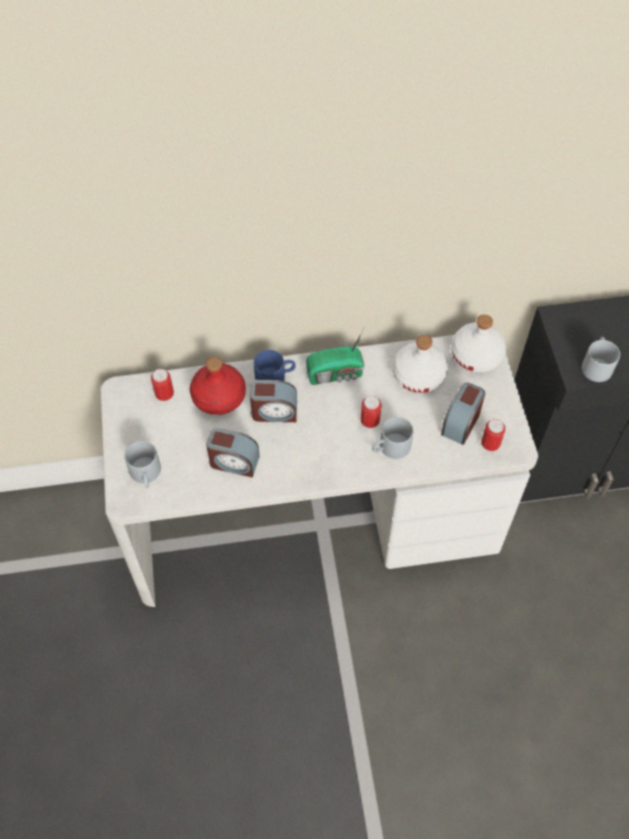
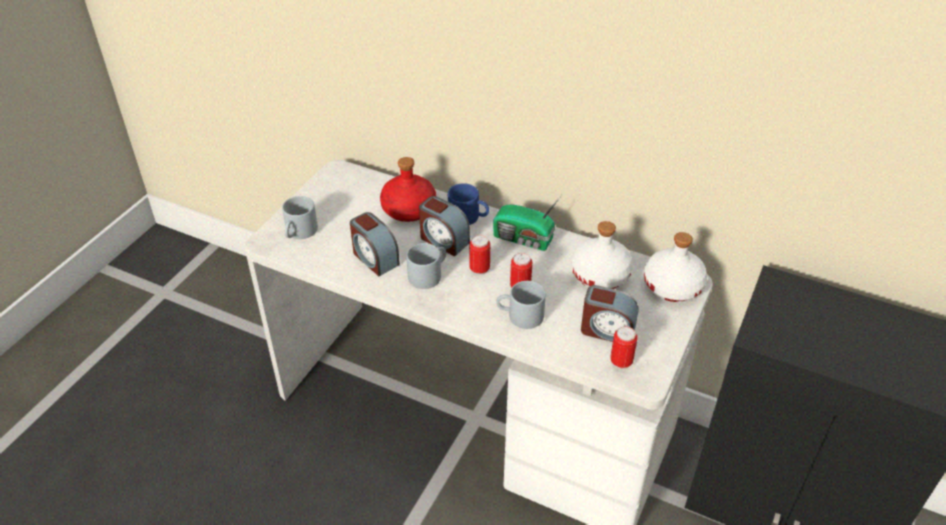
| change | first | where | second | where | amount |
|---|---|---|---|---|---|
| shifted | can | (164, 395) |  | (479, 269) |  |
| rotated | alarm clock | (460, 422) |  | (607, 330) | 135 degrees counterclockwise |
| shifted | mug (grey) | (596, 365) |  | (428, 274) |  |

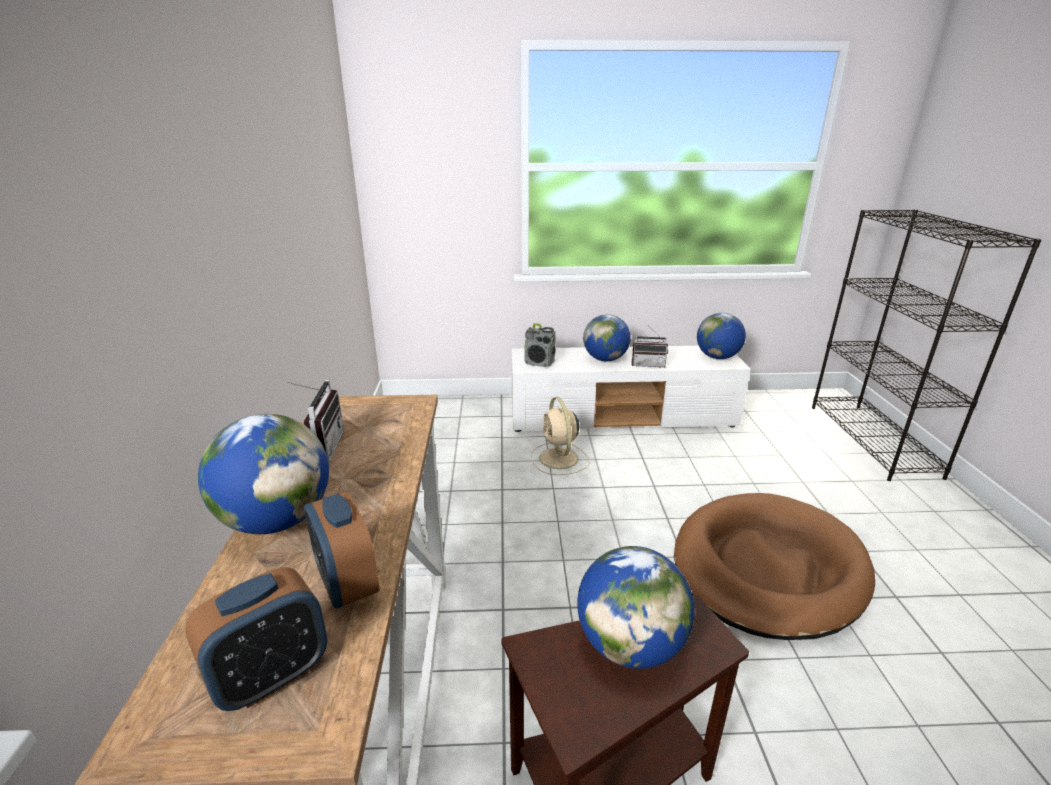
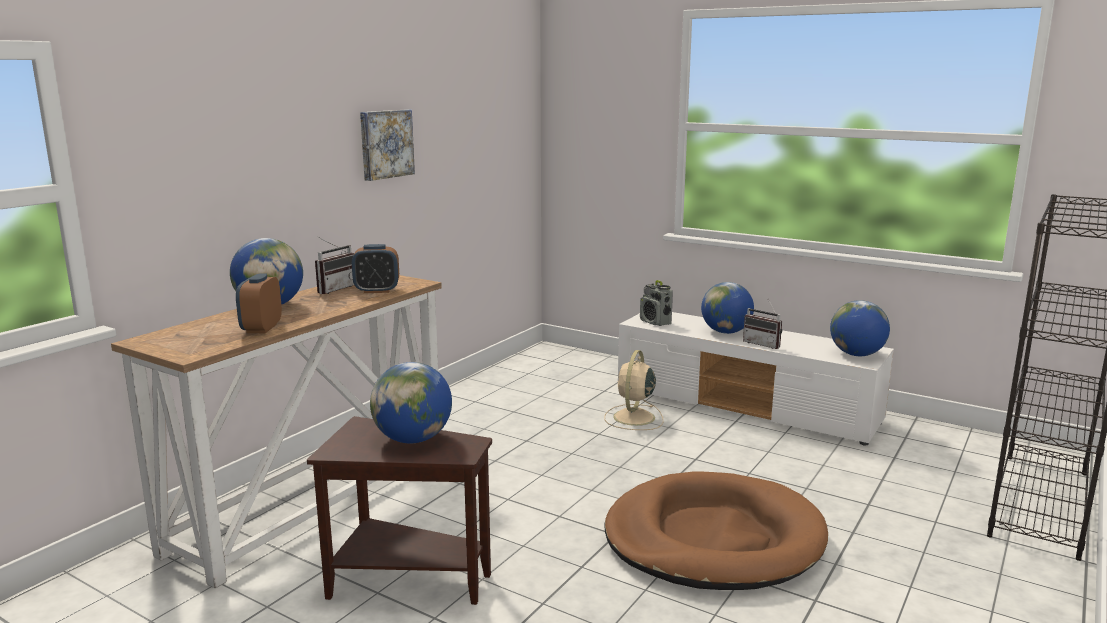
| change | first | where | second | where | amount |
|---|---|---|---|---|---|
| shifted | alarm clock | (271, 676) |  | (377, 290) |  |
| new |  |  | picture | (385, 144) |  |

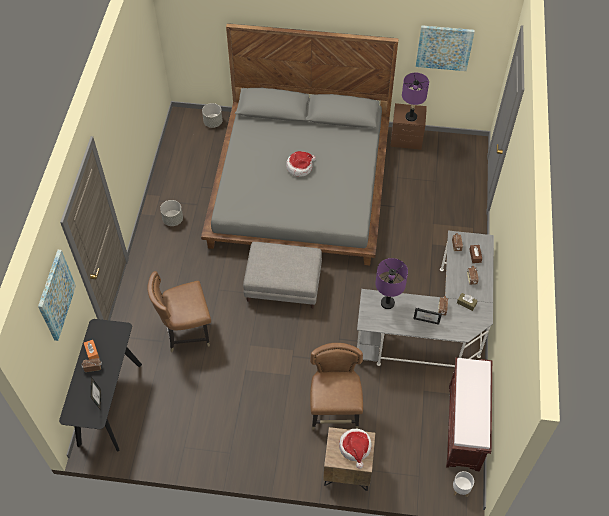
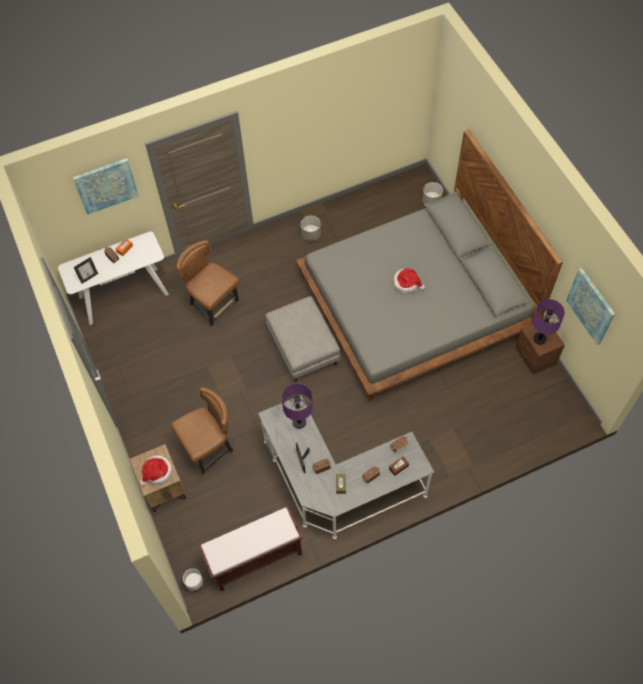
| change | first | where | second | where | amount |
|---|---|---|---|---|---|
| repainted | console table (black) | (110, 403) | console table (white) | (123, 295) |  |

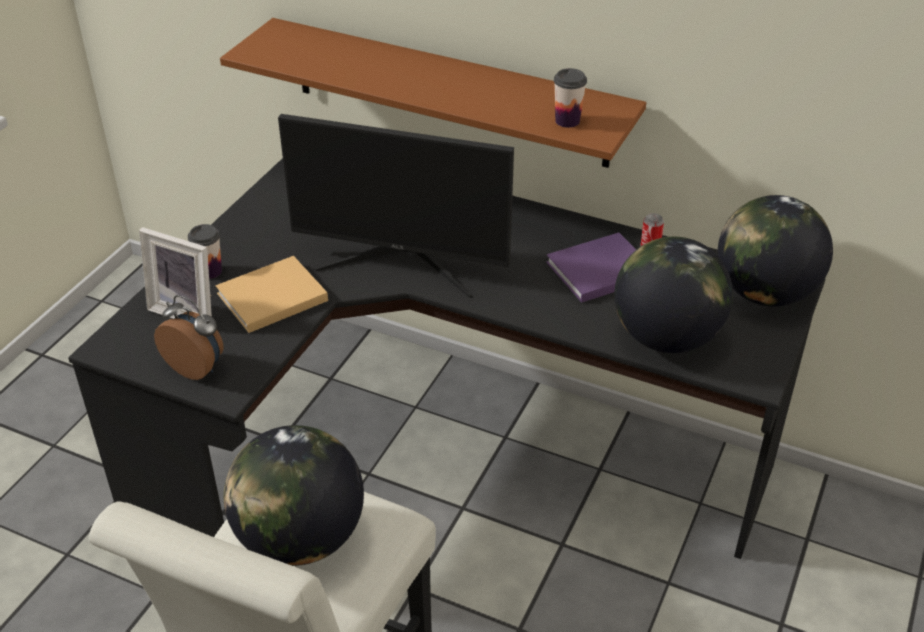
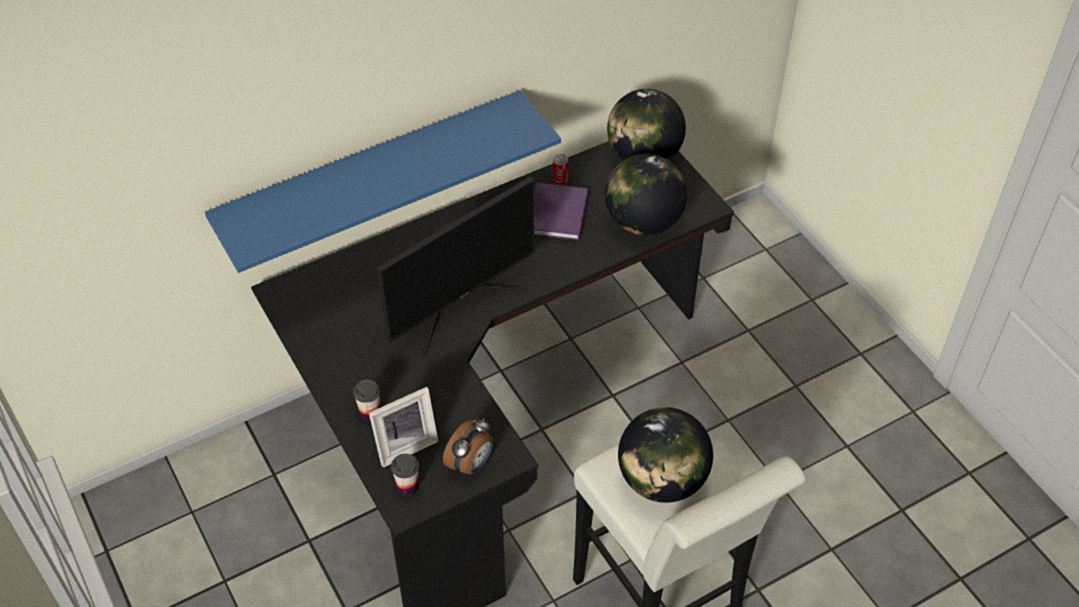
| change | first | where | second | where | amount |
|---|---|---|---|---|---|
| rotated | alarm clock | (197, 367) |  | (471, 464) | 150 degrees clockwise |
| gone | book (beige) | (269, 298) |  |  |  |
| repainted | shelf (brown) | (449, 92) | shelf (blue) | (372, 172) |  |
| shifted | cup | (567, 121) |  | (407, 487) |  |

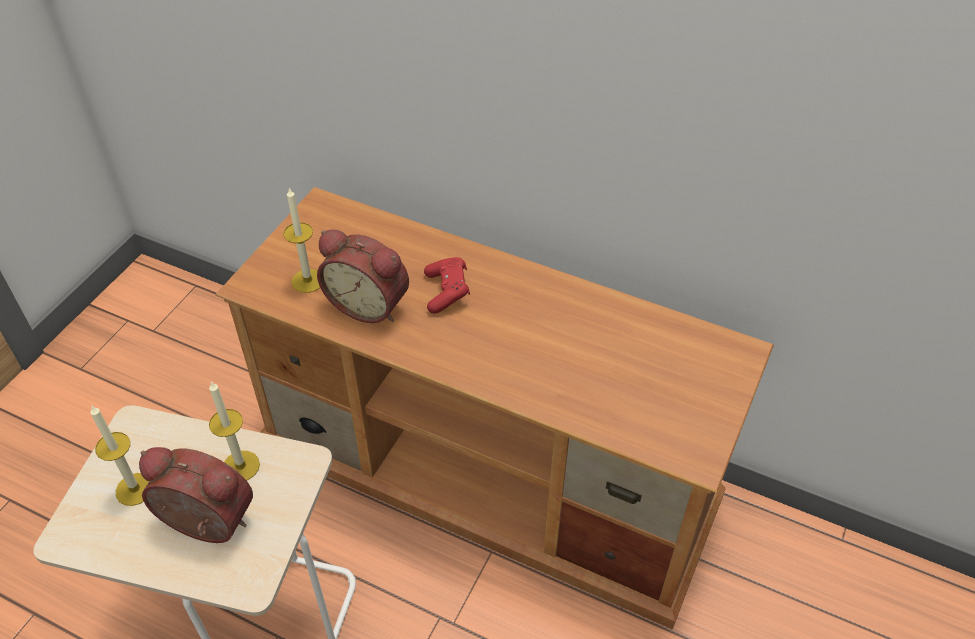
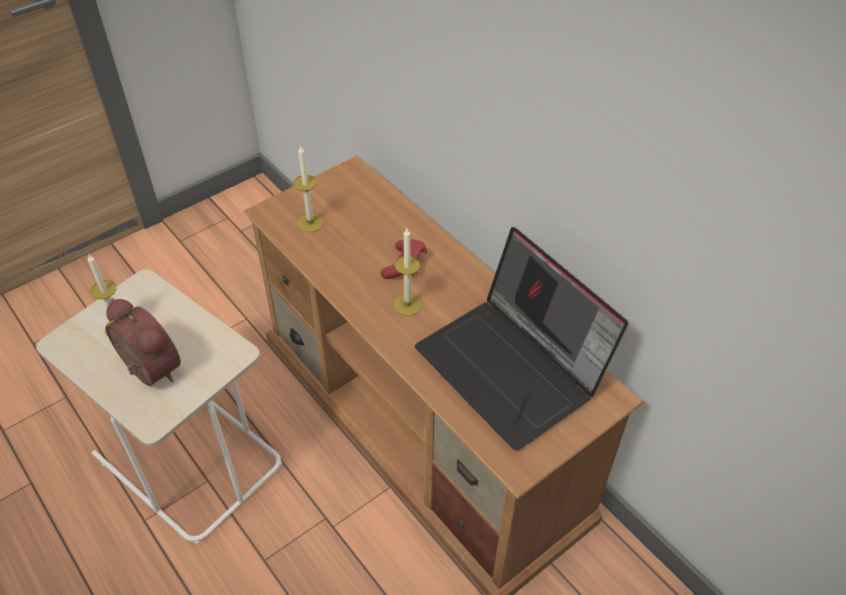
| change | first | where | second | where | amount |
|---|---|---|---|---|---|
| shifted | candle | (241, 466) |  | (407, 304) |  |
| gone | alarm clock | (369, 303) |  |  |  |
| new |  |  | laptop | (513, 368) |  |

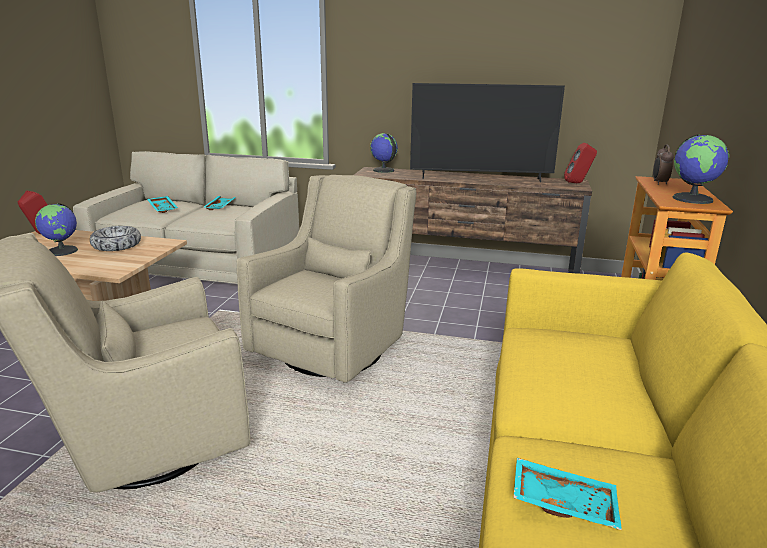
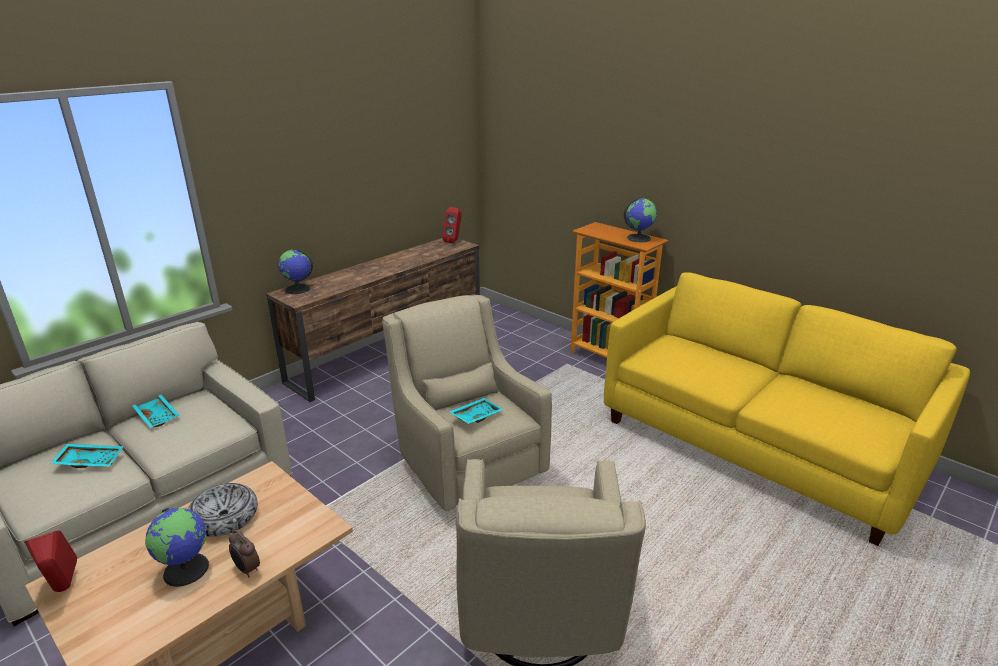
| change | first | where | second | where | amount |
|---|---|---|---|---|---|
| gone | television | (480, 178) |  |  |  |
| shifted | tray (turquoise) | (564, 502) |  | (475, 416) |  |
| shifted | alarm clock | (659, 183) |  | (247, 569) |  |

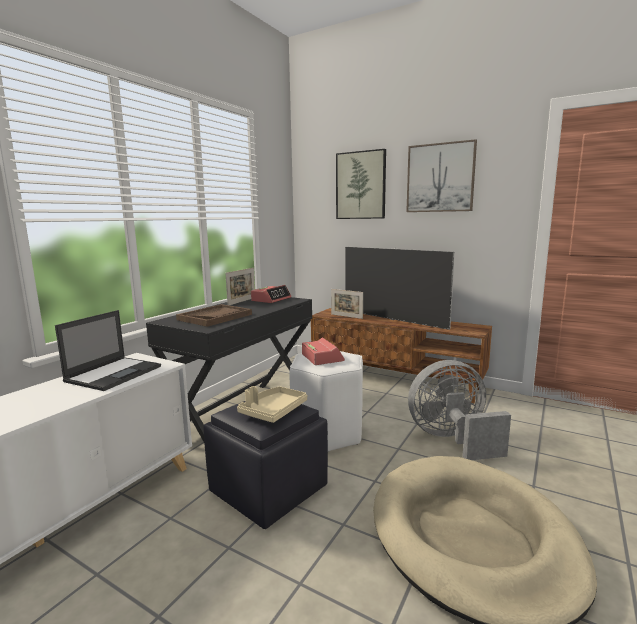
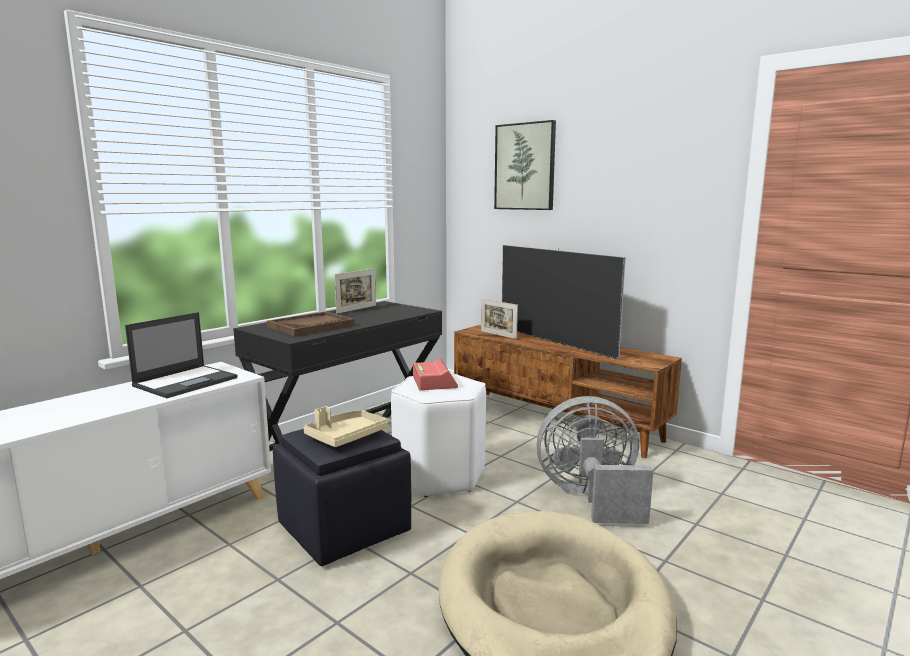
| change | first | where | second | where | amount |
|---|---|---|---|---|---|
| gone | alarm clock | (271, 299) |  |  |  |
| gone | picture | (440, 178) |  |  |  |

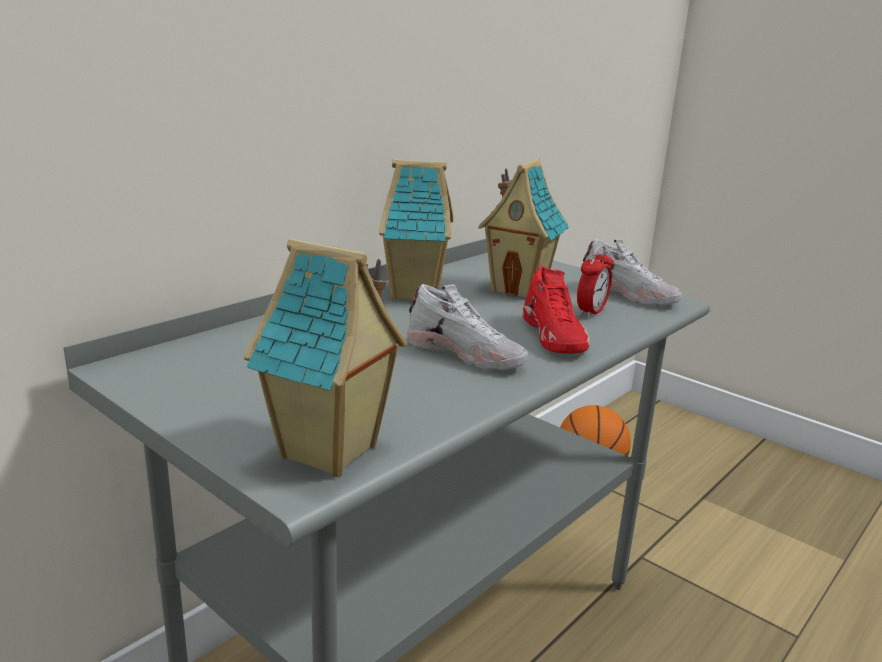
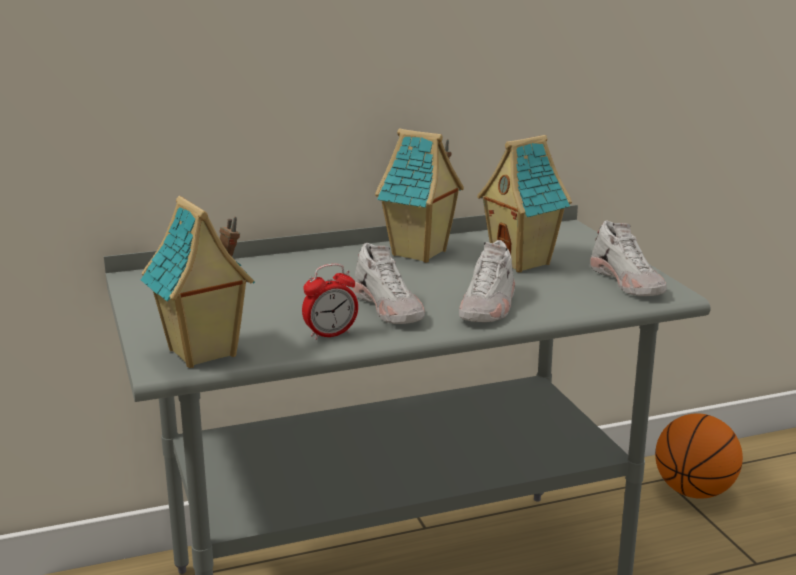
| change | first | where | second | where | amount |
|---|---|---|---|---|---|
| repainted | shoe (red) | (554, 336) | shoe (white) | (489, 307) |  |
| shifted | alarm clock | (591, 312) |  | (330, 334) |  |

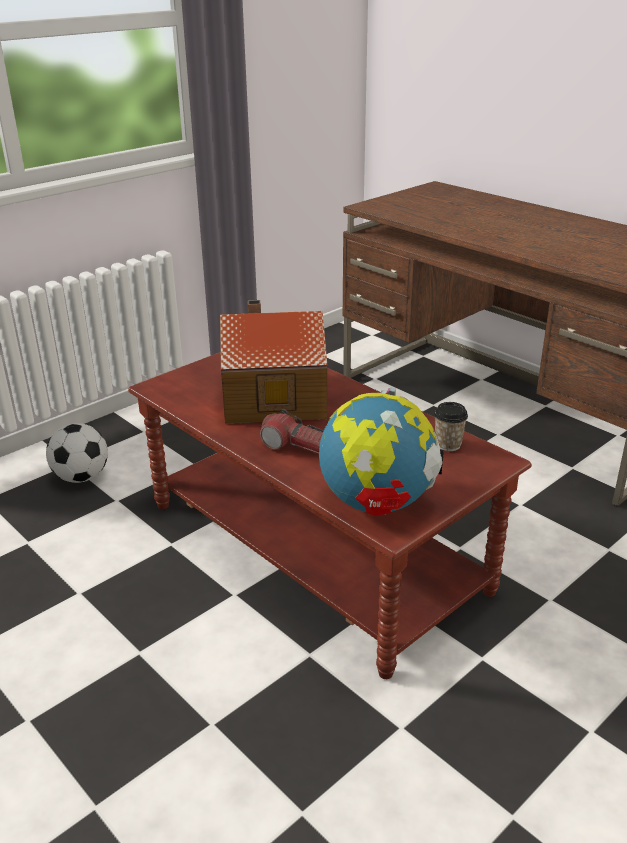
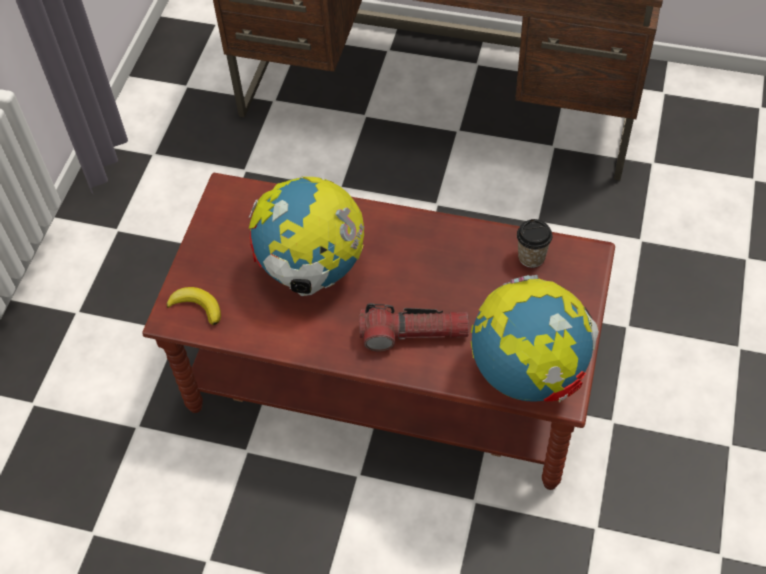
| change | first | where | second | where | amount |
|---|---|---|---|---|---|
| gone | football | (81, 477) |  |  |  |
| swapped | toy house | (272, 396) | globe | (312, 269) |  |
| new |  |  | banana | (197, 307) |  |

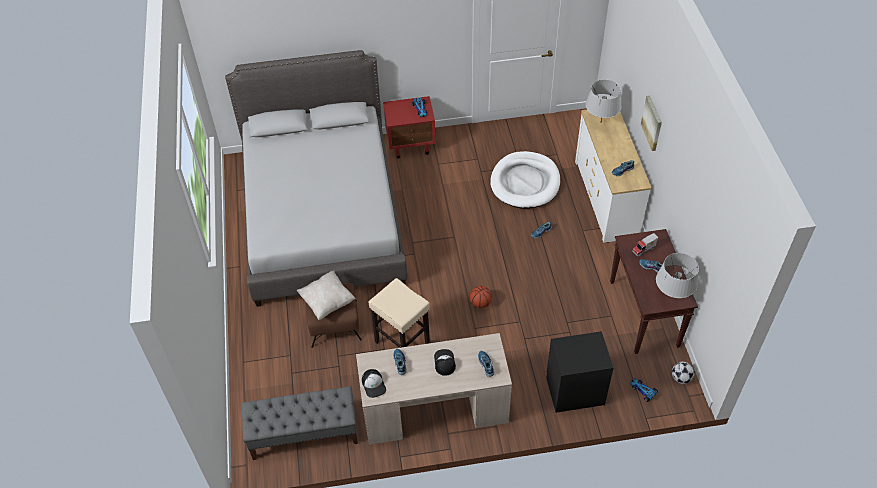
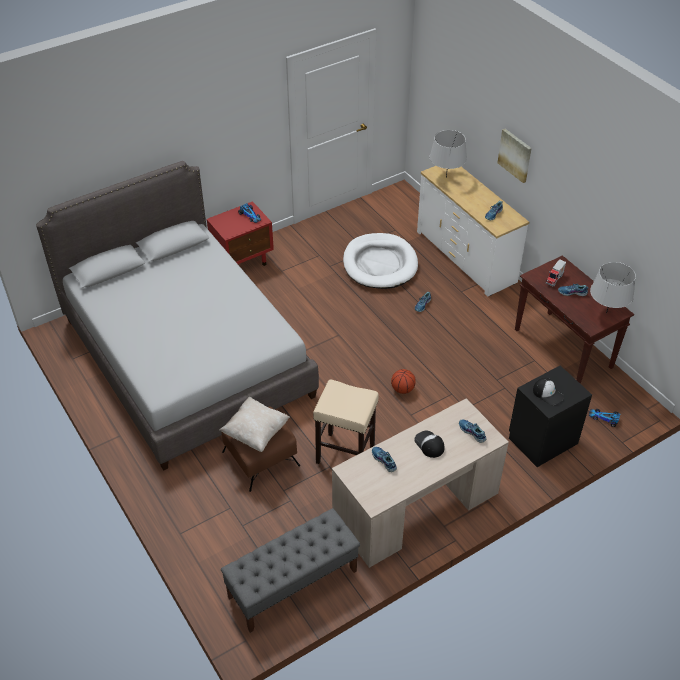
| change | first | where | second | where | amount |
|---|---|---|---|---|---|
| shifted | cap | (374, 384) |  | (548, 393) |  |
| gone | football | (681, 378) |  |  |  |

